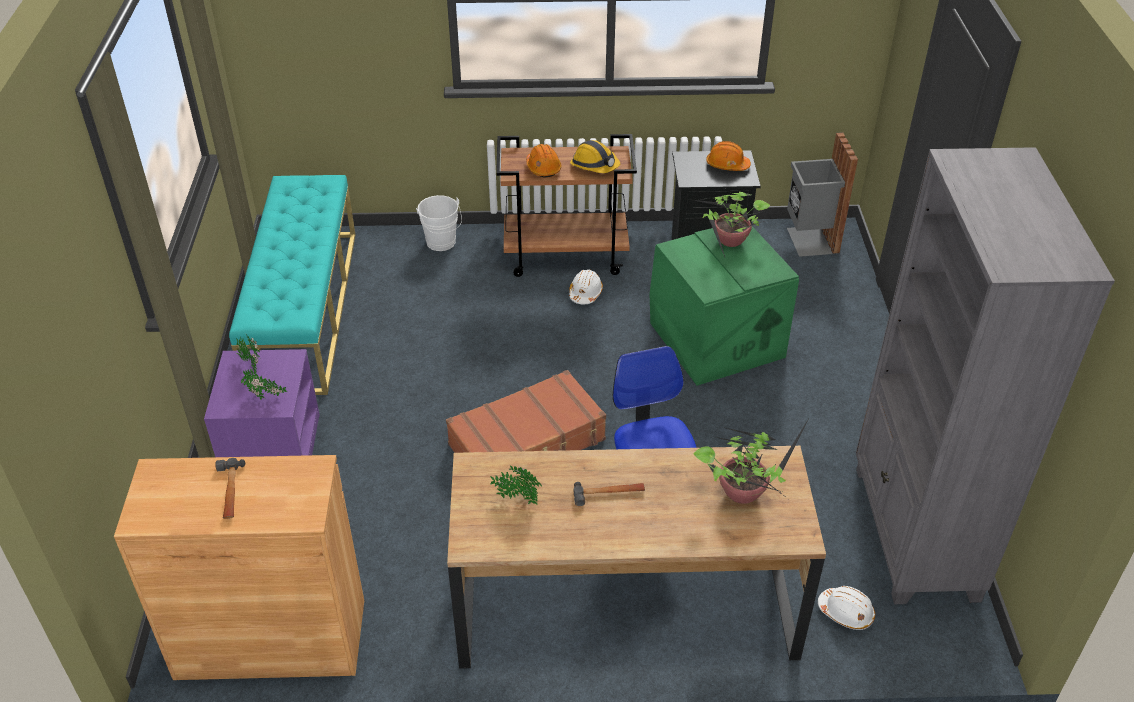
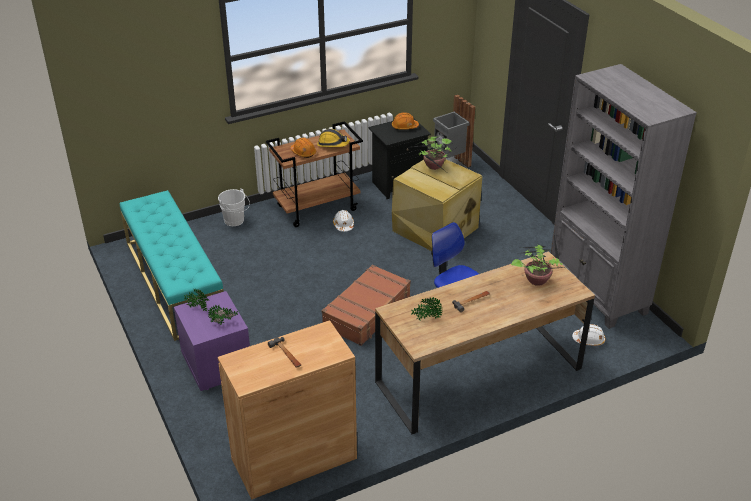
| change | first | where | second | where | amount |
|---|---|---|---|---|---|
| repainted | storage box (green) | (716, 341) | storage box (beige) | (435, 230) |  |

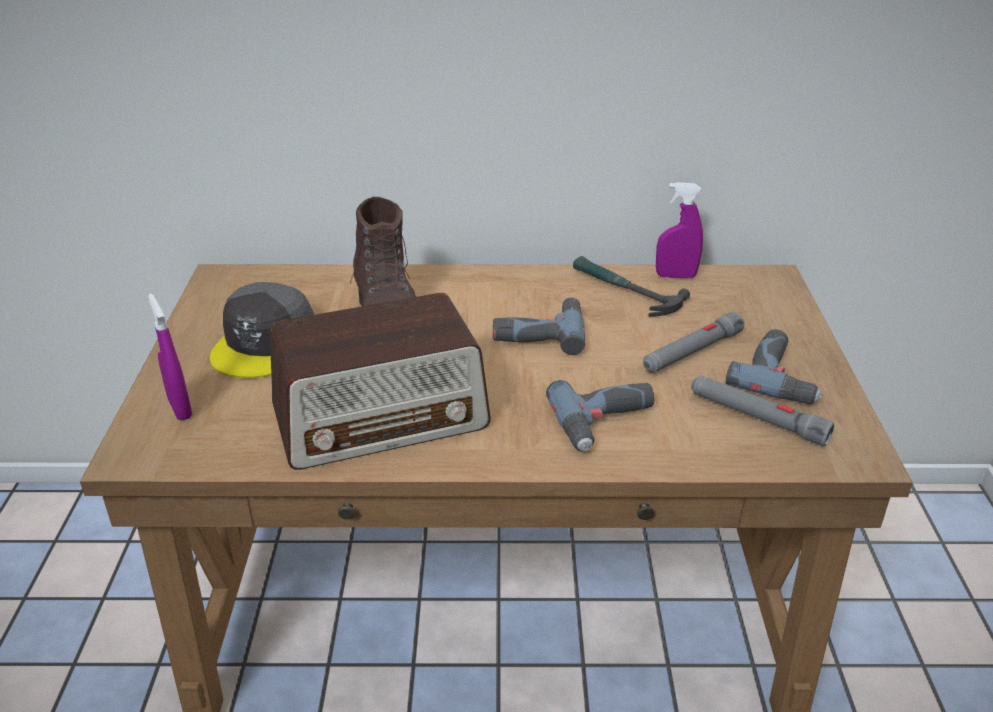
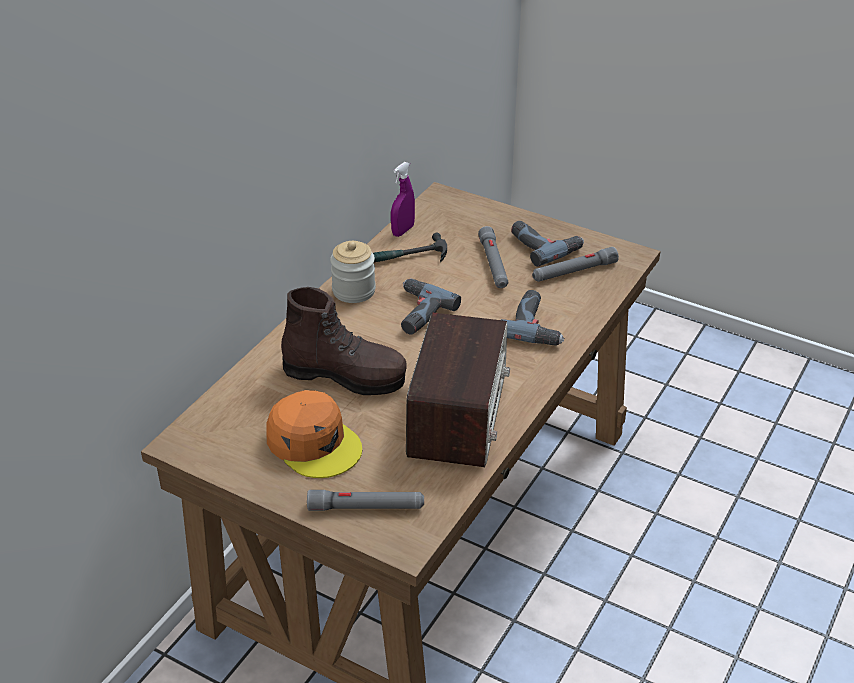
| change | first | where | second | where | amount |
|---|---|---|---|---|---|
| swapped | spray bottle (purple) | (180, 408) | flashlight (grey) | (366, 507) |  |
| repainted | cap (grey) | (265, 343) | cap (orange) | (314, 443) |  |
| new |  |  | jar | (354, 291) |  |

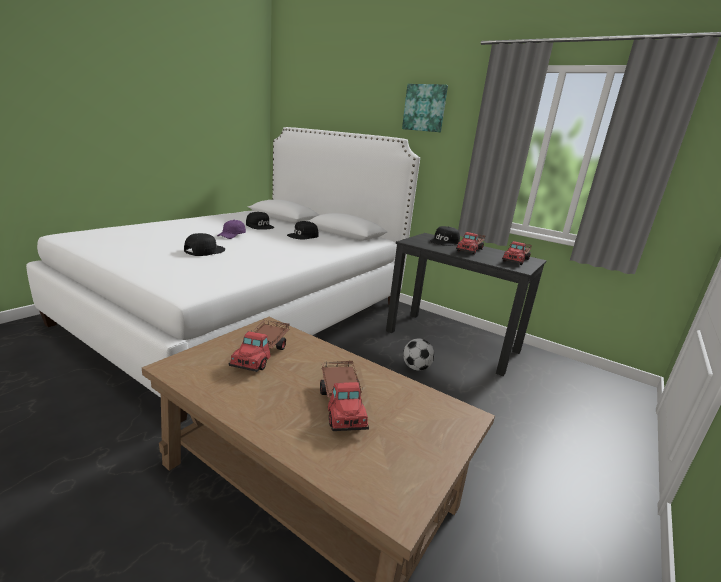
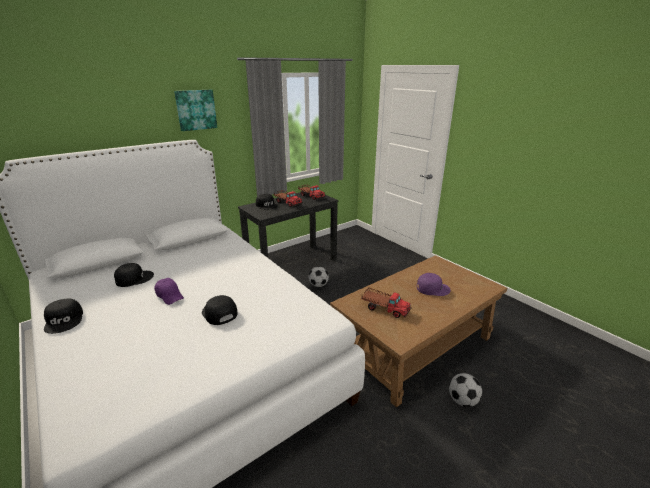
| change | first | where | second | where | amount |
|---|---|---|---|---|---|
| shifted | cap (black) | (303, 236) |  | (65, 320) |  |
| swapped | toy truck | (342, 404) | cap (purple) | (432, 288) |  |
| new |  |  | football | (463, 401) |  |

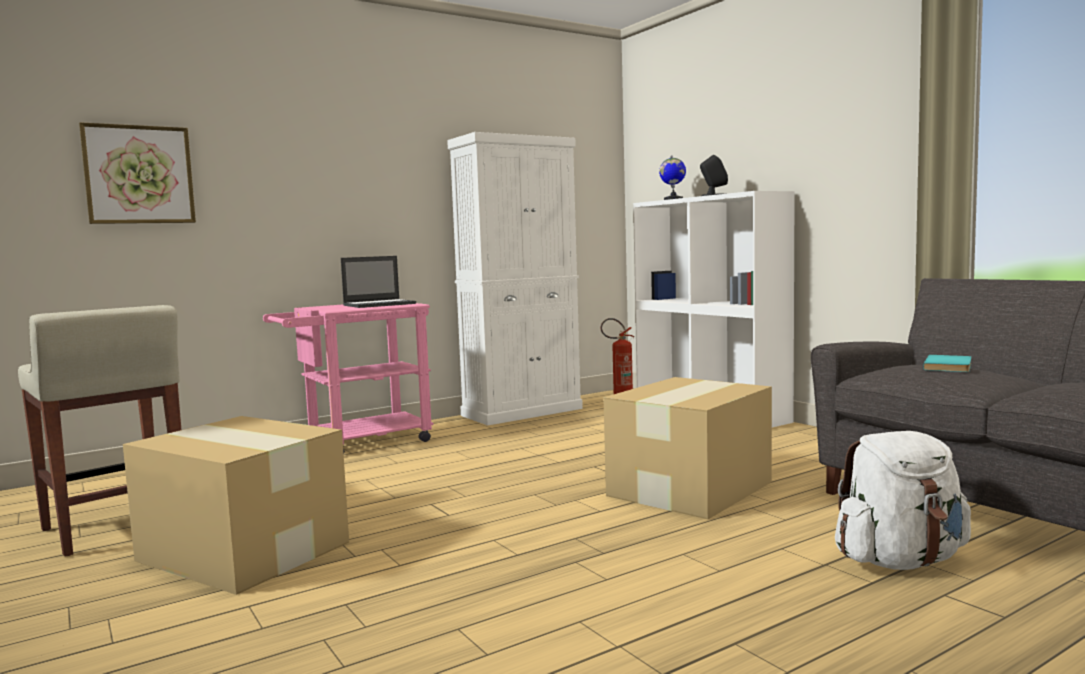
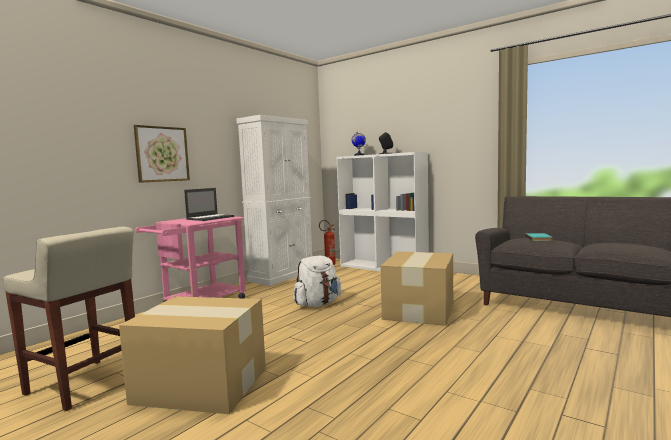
| change | first | where | second | where | amount |
|---|---|---|---|---|---|
| shifted | picture | (139, 175) |  | (162, 154) |  |
| shifted | backpack (white) | (900, 561) |  | (317, 304) |  |

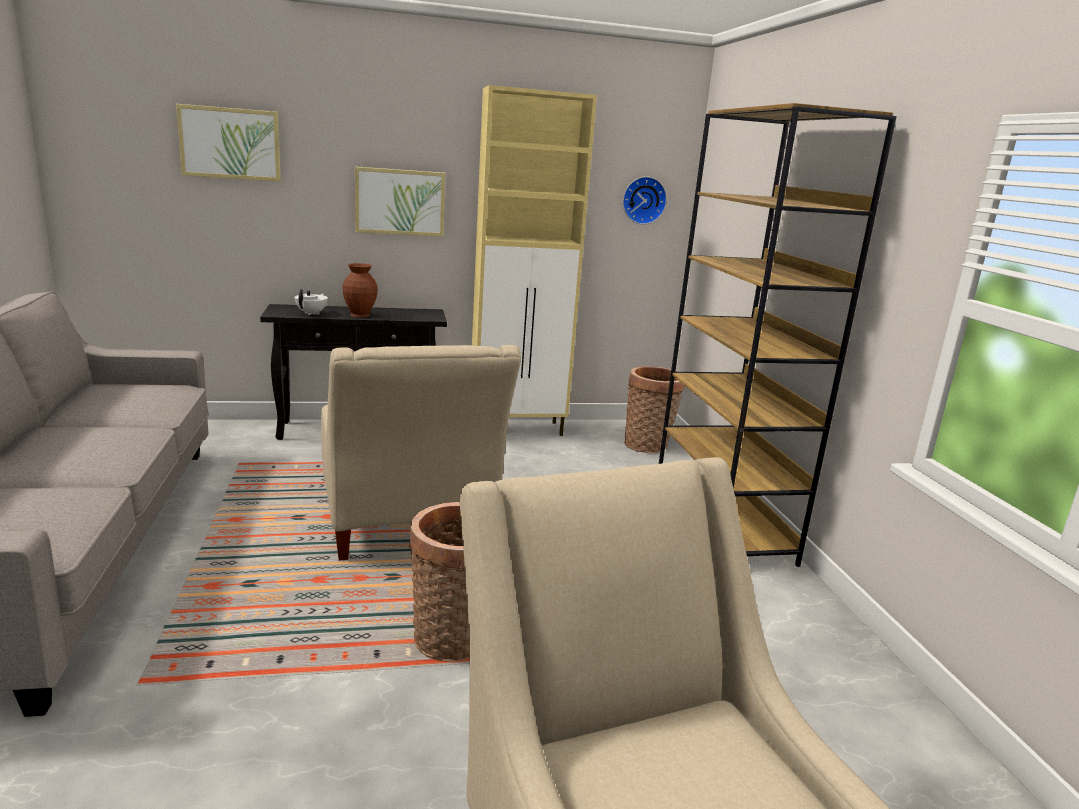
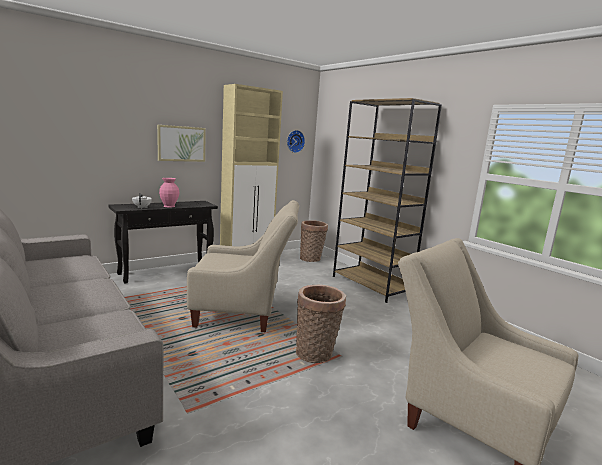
| change | first | where | second | where | amount |
|---|---|---|---|---|---|
| gone | picture | (230, 143) |  |  |  |
| rotated | armchair (beige) | (409, 529) |  | (244, 312) | 45 degrees counterclockwise |
| repainted | vase (brown) | (359, 315) | vase (pink) | (169, 206) |  |

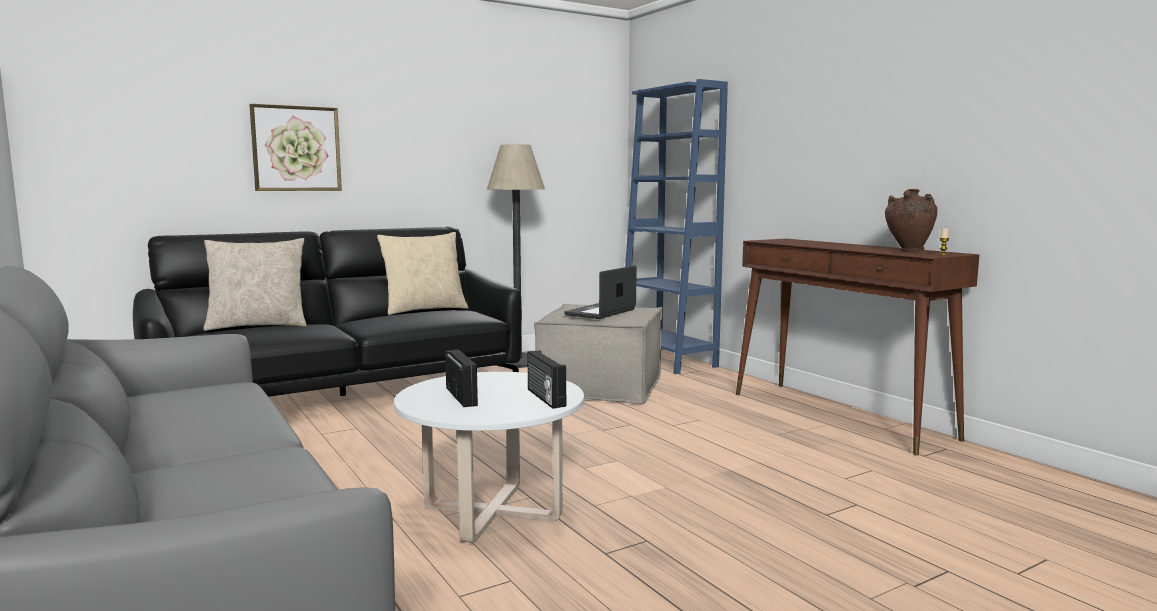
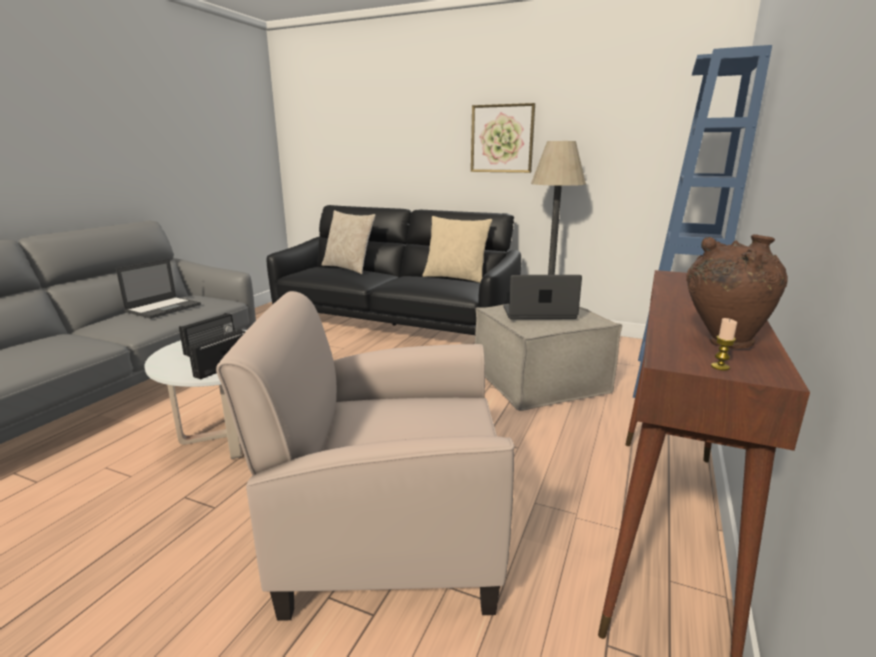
| change | first | where | second | where | amount |
|---|---|---|---|---|---|
| shifted | picture | (296, 148) |  | (502, 139) |  |
| new |  |  | laptop | (164, 308) |  |
| new |  |  | armchair (beige) | (389, 535) |  |

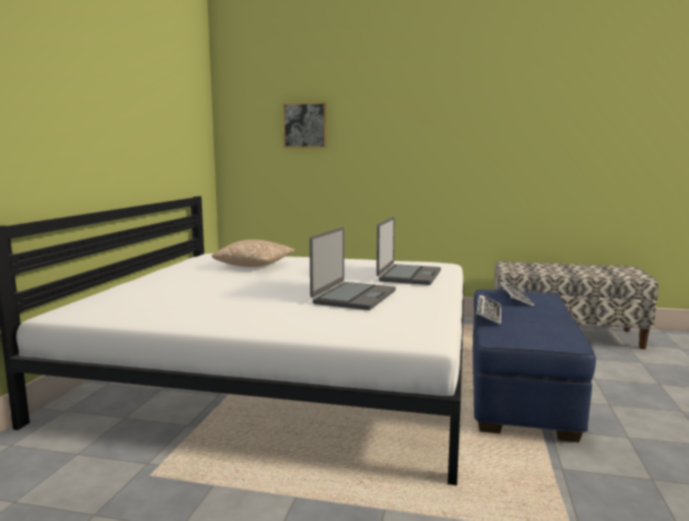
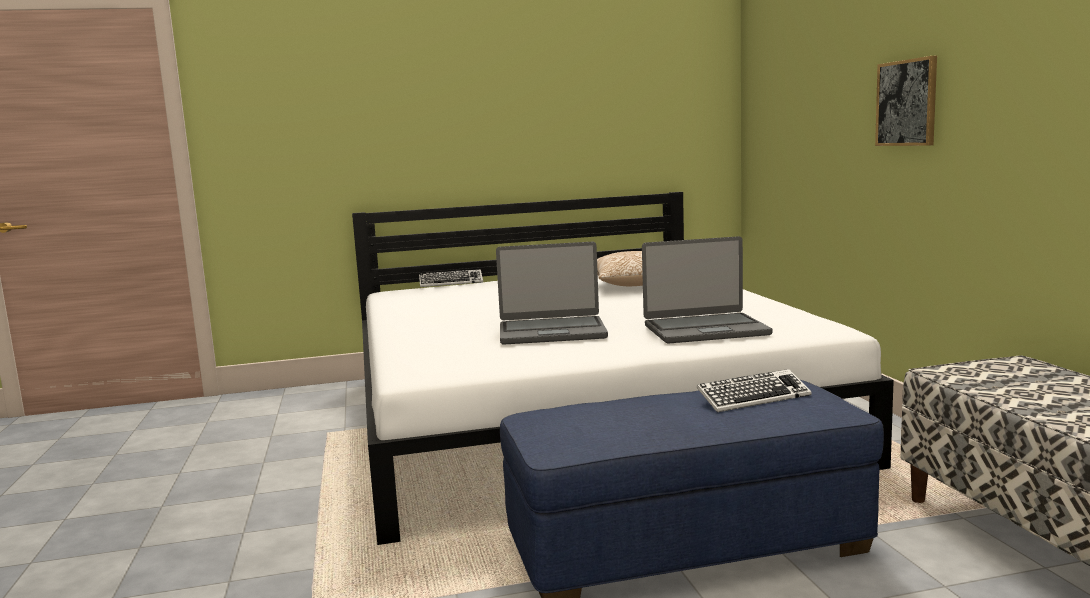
| change | first | where | second | where | amount |
|---|---|---|---|---|---|
| shifted | picture | (305, 125) |  | (907, 103) |  |
| shifted | keyboard | (488, 314) |  | (451, 283) |  |

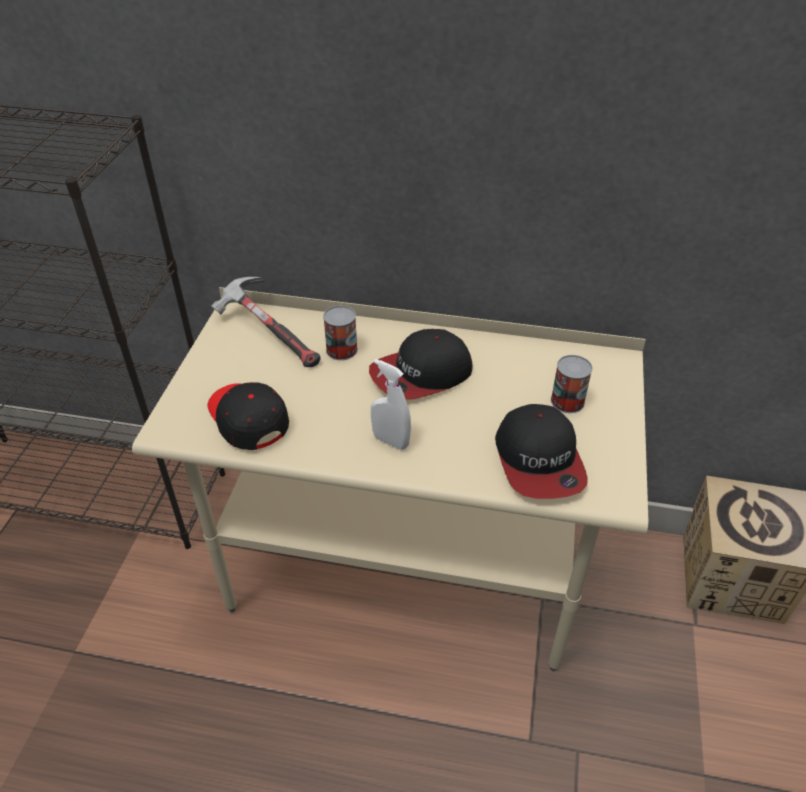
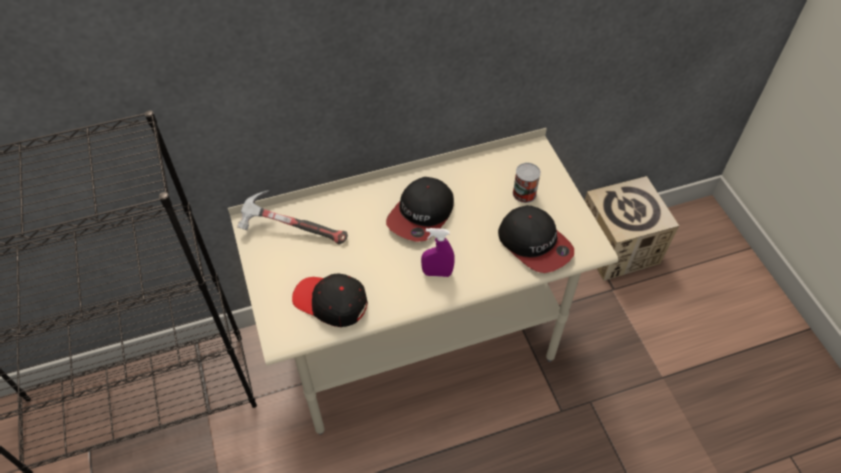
| change | first | where | second | where | amount |
|---|---|---|---|---|---|
| gone | can | (341, 350) |  |  |  |
| repainted | spray bottle (white) | (390, 441) | spray bottle (purple) | (437, 273) |  |

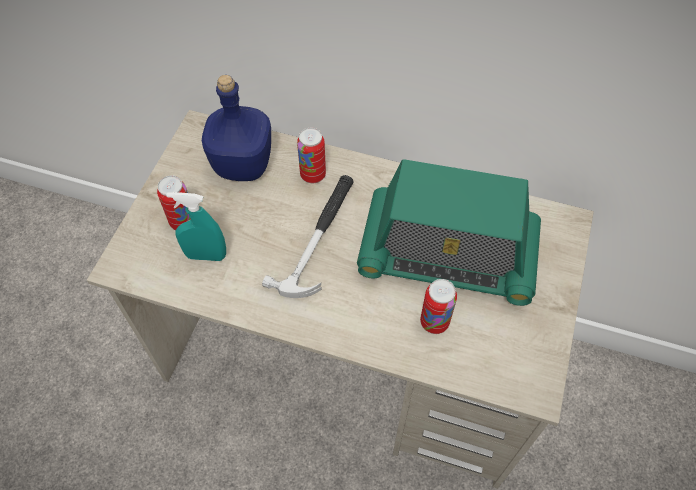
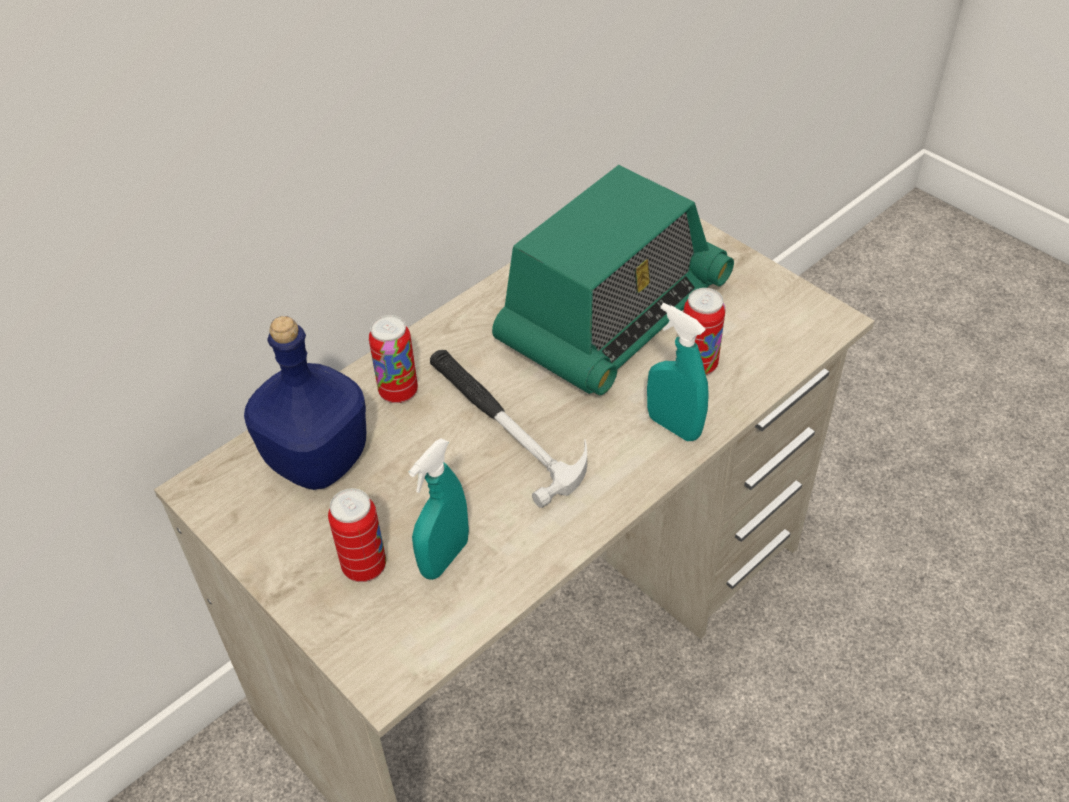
| change | first | where | second | where | amount |
|---|---|---|---|---|---|
| new |  |  | spray bottle (turquoise) | (673, 426) |  |

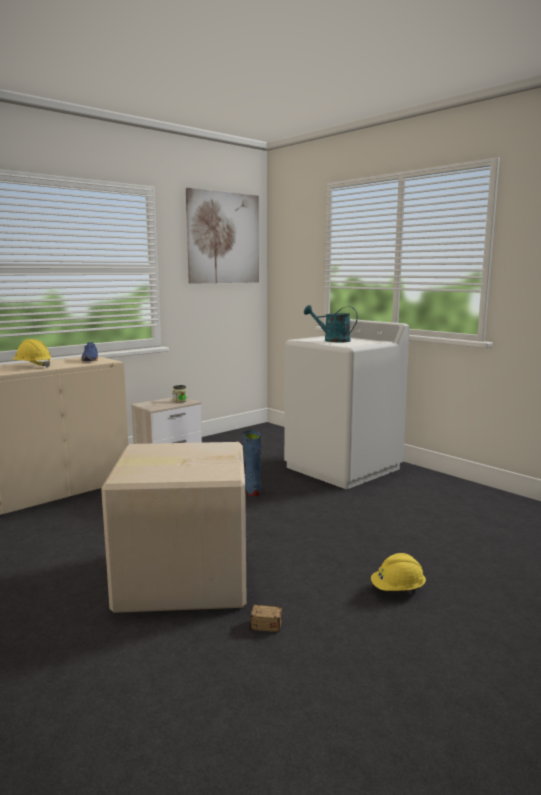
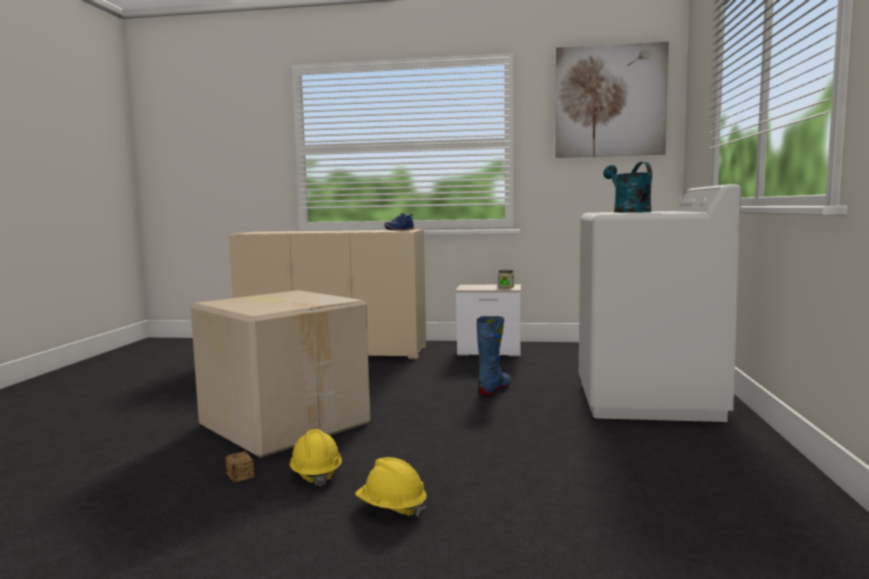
| change | first | where | second | where | amount |
|---|---|---|---|---|---|
| shifted | hard hat (yellow) | (32, 366) |  | (316, 474) |  |

